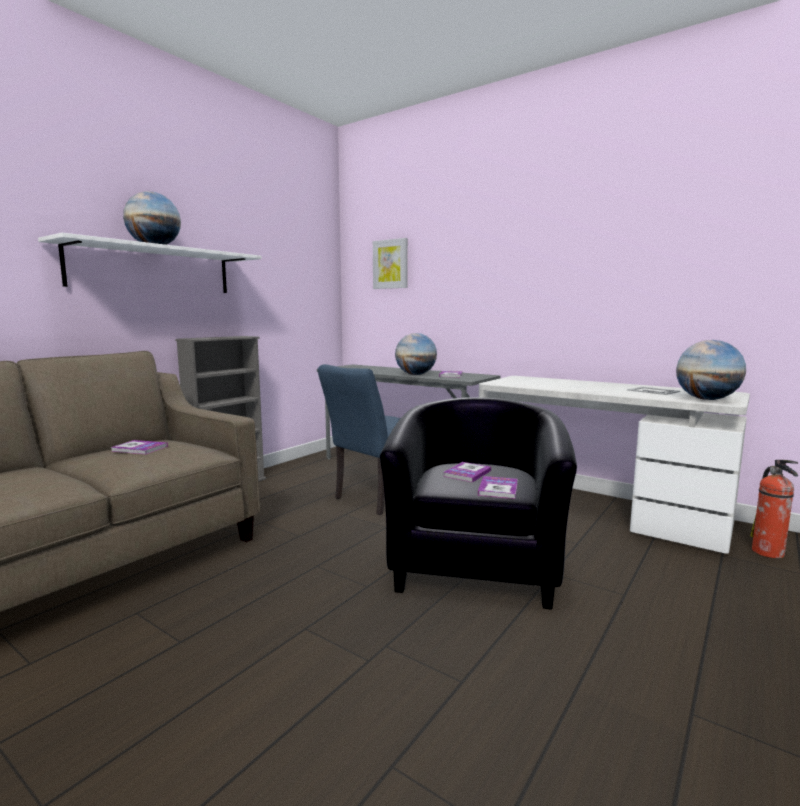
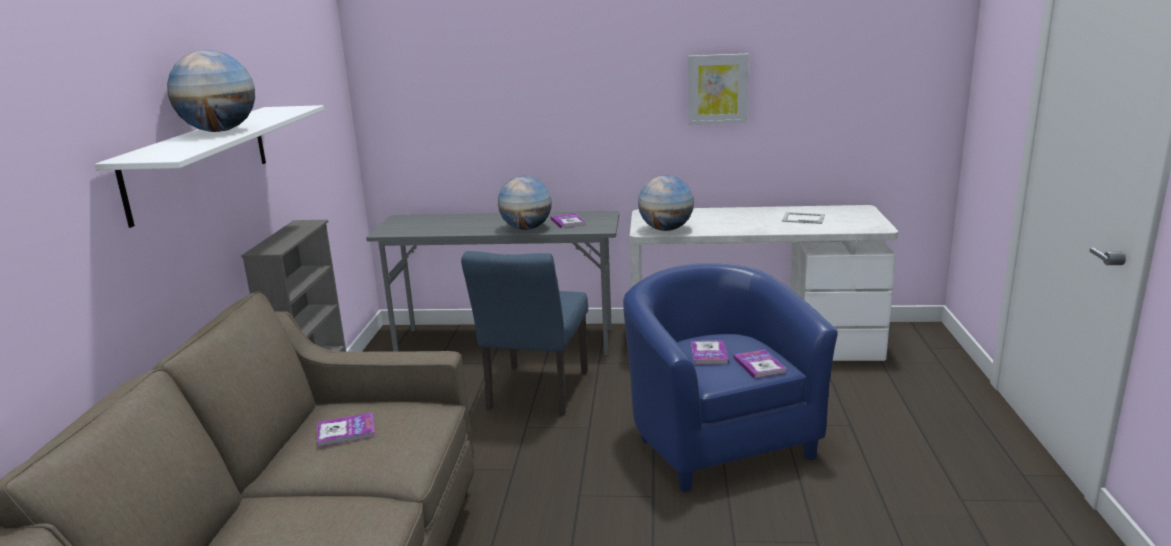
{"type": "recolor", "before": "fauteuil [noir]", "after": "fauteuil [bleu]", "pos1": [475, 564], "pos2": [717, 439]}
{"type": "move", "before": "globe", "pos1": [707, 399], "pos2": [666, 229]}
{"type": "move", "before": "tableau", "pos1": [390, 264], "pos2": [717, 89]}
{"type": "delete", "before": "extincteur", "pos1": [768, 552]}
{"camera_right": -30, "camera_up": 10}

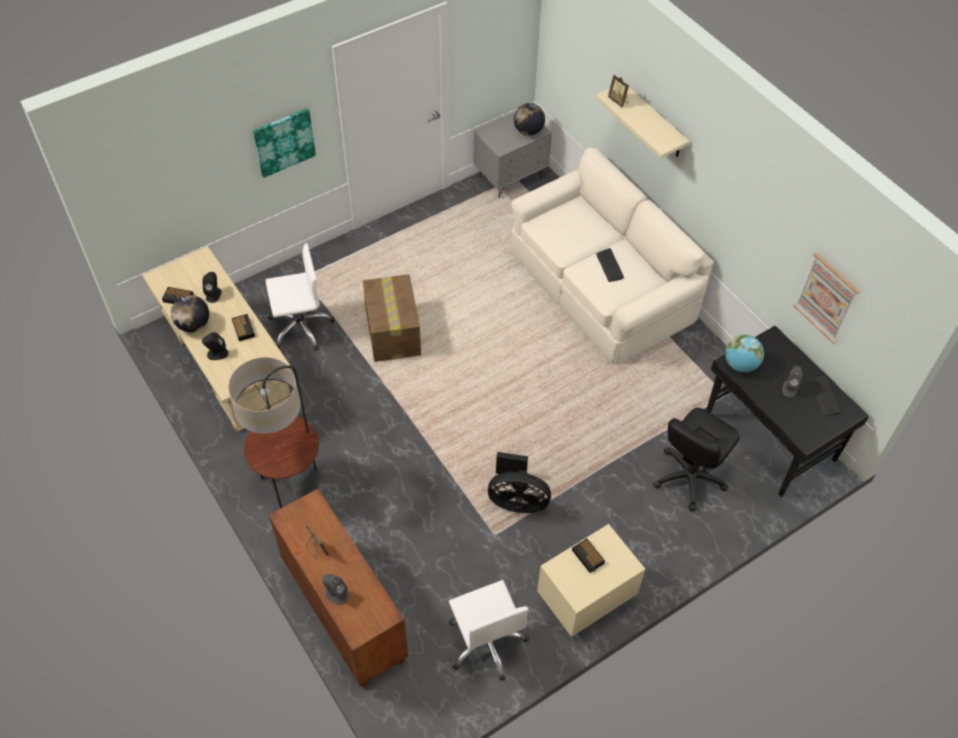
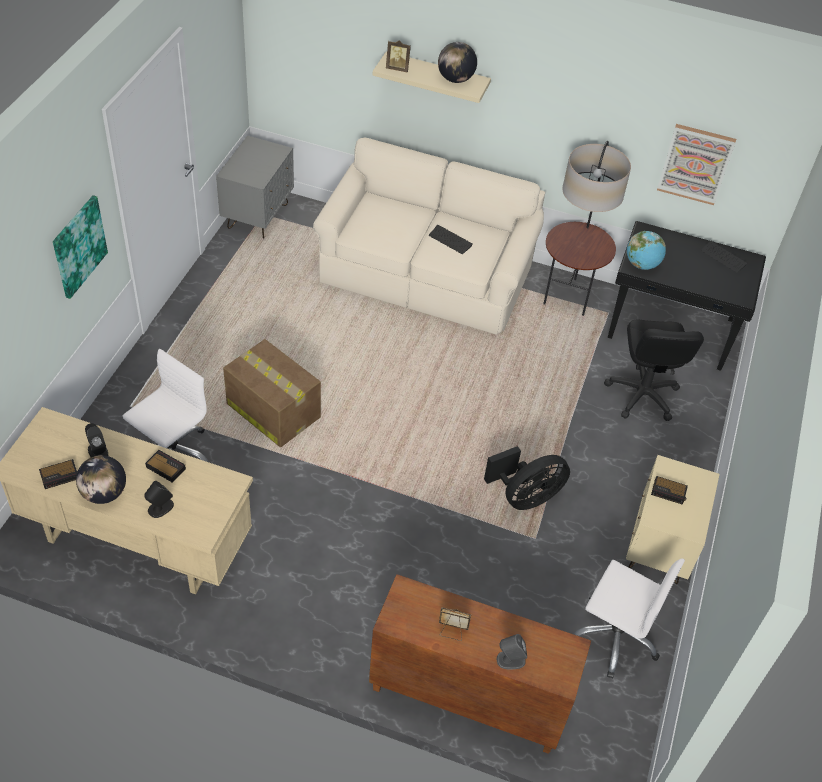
{"type": "move", "before": "globe", "pos1": [528, 131], "pos2": [455, 79]}
{"type": "move", "before": "lampadaire", "pos1": [291, 483], "pos2": [568, 296]}
{"type": "delete", "before": "enceinte [gris]", "pos1": [790, 388]}
{"camera_right": -40, "camera_up": -5}

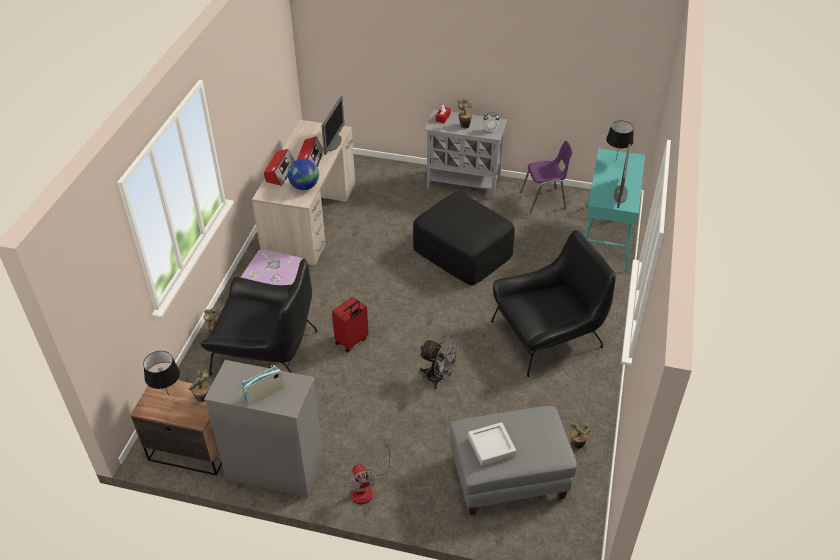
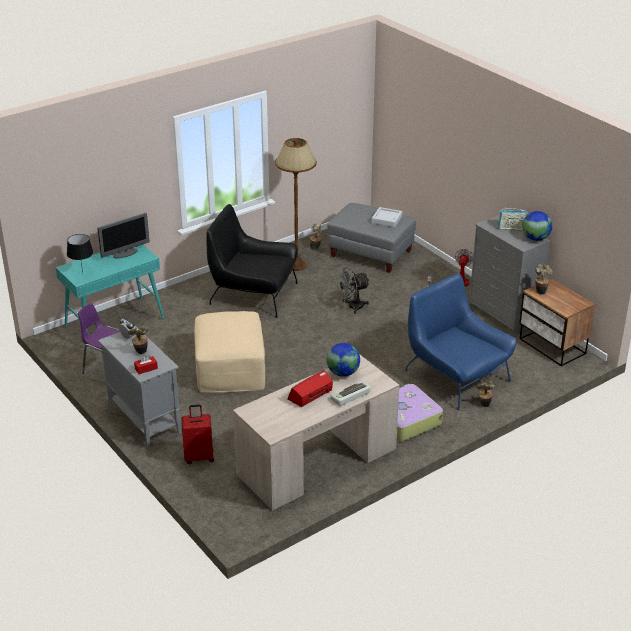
{"type": "move", "before": "valise [rouge]", "pos1": [352, 341], "pos2": [199, 457]}
{"type": "recolor", "before": "pouf [noir]", "after": "pouf [beige]", "pos1": [463, 251], "pos2": [229, 367]}
{"type": "insert", "after": "lampadaire [marron]", "pos2": [296, 265]}
{"type": "replace", "before": "radio", "after": "clavier", "pos1": [280, 172], "pos2": [350, 396]}
{"type": "rotate", "before": "ventilateur [gris]", "pos1": [439, 378], "pos2": [352, 307], "turn": -90}
{"type": "recolor", "before": "fauteuil [noir]", "after": "fauteuil [bleu]", "pos1": [266, 351], "pos2": [455, 376]}
{"type": "insert", "after": "globe", "pos2": [535, 238]}
{"type": "delete", "before": "lampe de table [noir]", "pos1": [168, 395]}
{"type": "delete", "before": "écran d'ordinateur", "pos1": [334, 143]}
{"camera_right": -140, "camera_up": -10}

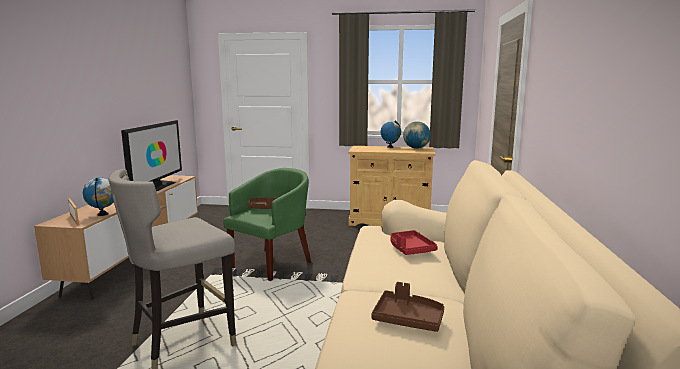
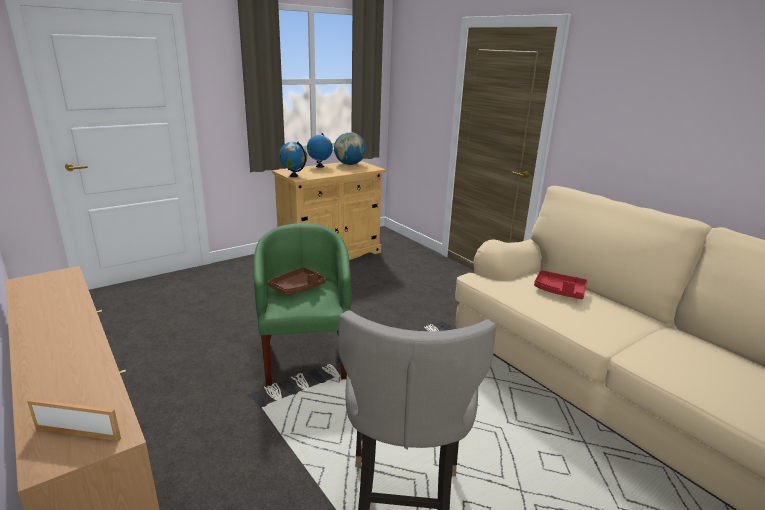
{"type": "move", "before": "globe", "pos1": [103, 214], "pos2": [294, 176]}
{"type": "delete", "before": "téléviseur", "pos1": [157, 187]}
{"type": "delete", "before": "plateau [marron]", "pos1": [408, 319]}
{"camera_right": -45, "camera_up": 10}

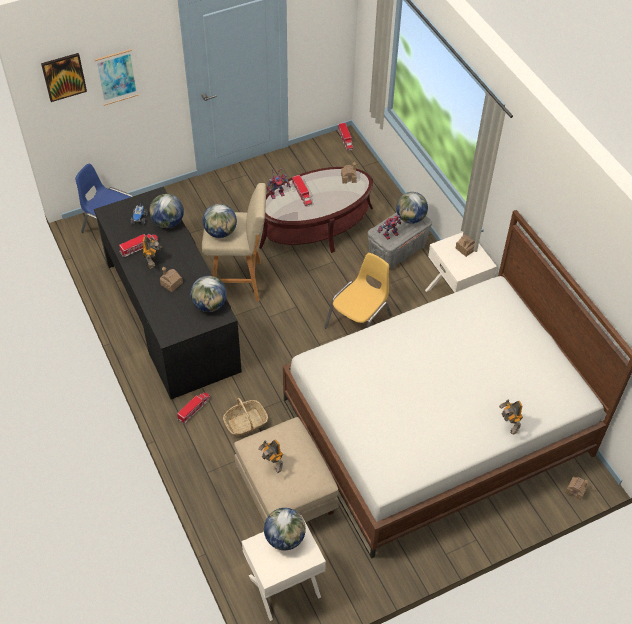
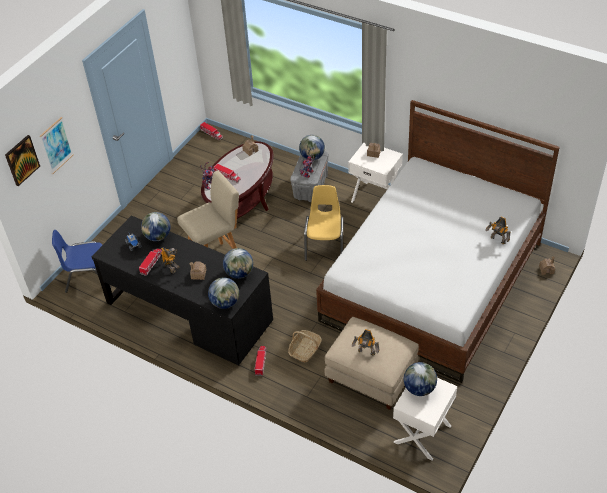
{"type": "move", "before": "globe", "pos1": [220, 232], "pos2": [225, 303]}
{"camera_right": -30, "camera_up": -5}

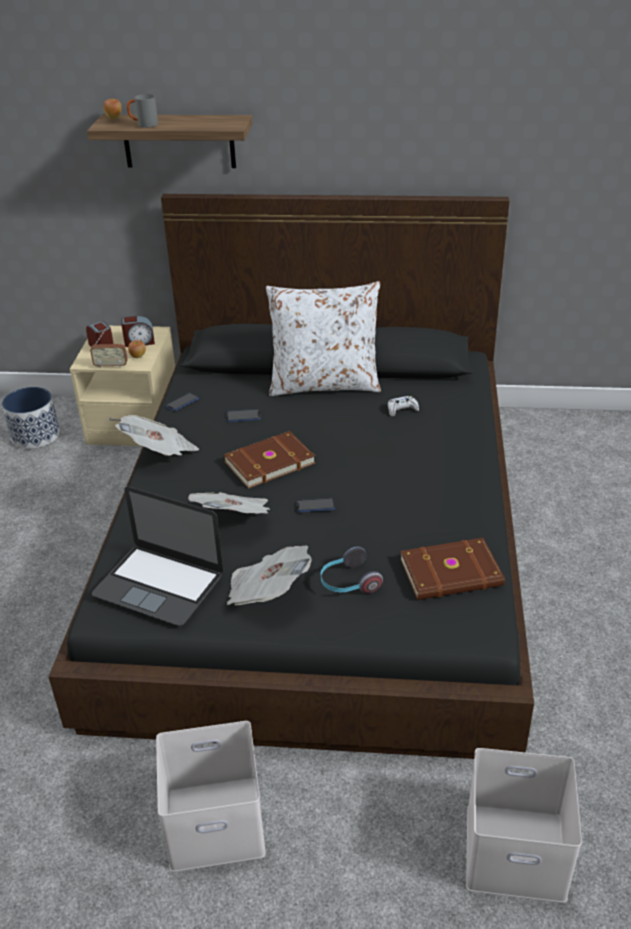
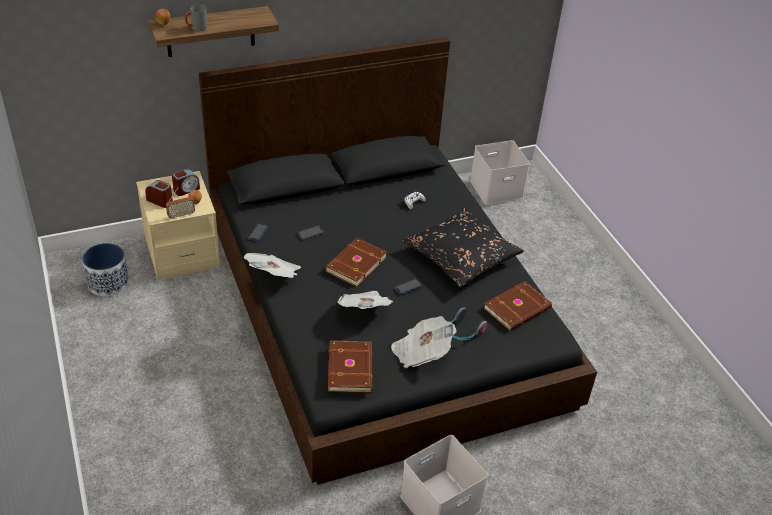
{"type": "replace", "before": "ordinateur portable", "after": "livre [marron]", "pos1": [159, 584], "pos2": [351, 368]}
{"type": "insert", "after": "coussin [noir]", "pos2": [461, 256]}
{"type": "move", "before": "boîte de rangement [blanc]", "pos1": [517, 849], "pos2": [497, 188]}
{"type": "delete", "before": "coussin [blanc]", "pos1": [324, 384]}
{"camera_right": -30, "camera_up": 5}

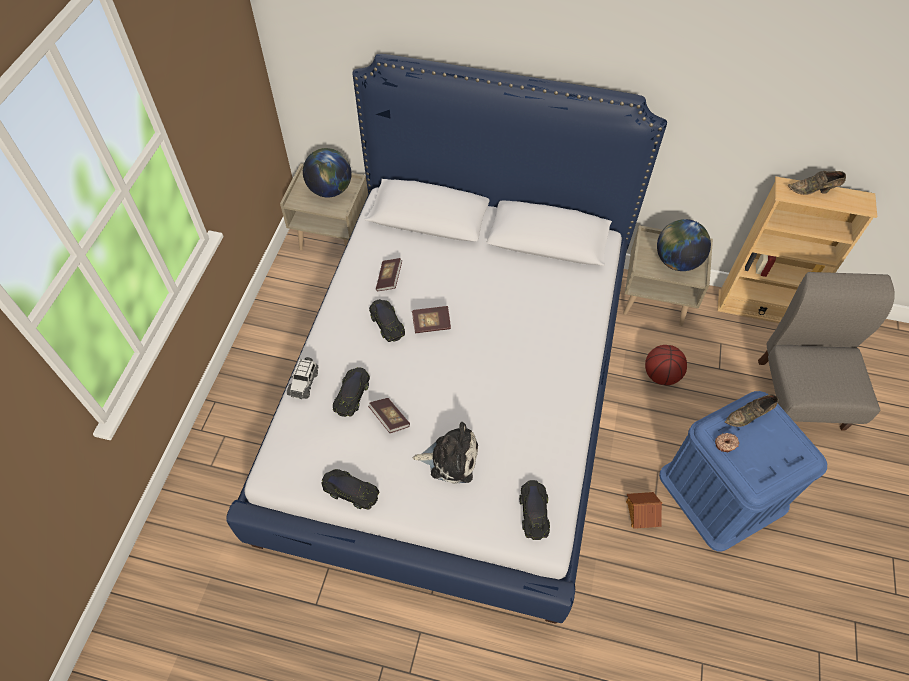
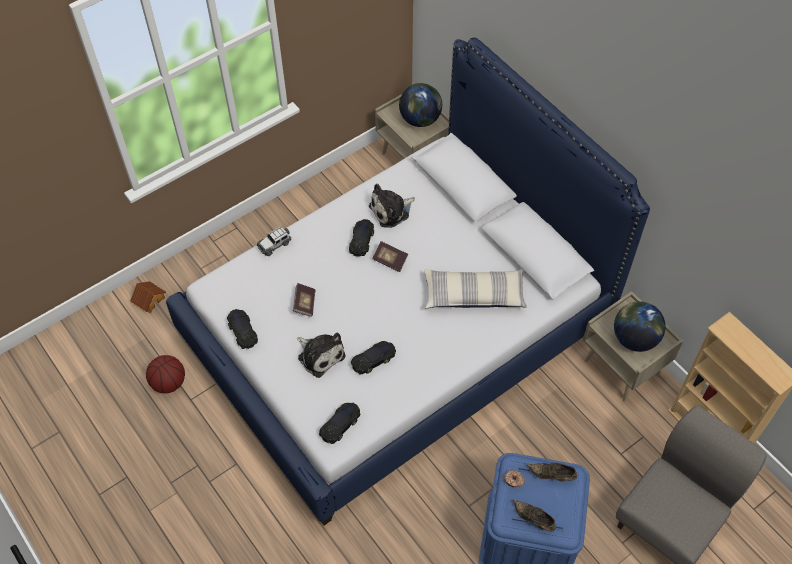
{"type": "move", "before": "maison miniature", "pos1": [641, 513], "pos2": [149, 300]}
{"type": "move", "before": "ballon de basket", "pos1": [661, 375], "pos2": [169, 383]}
{"type": "move", "before": "petite voiture [noir]", "pos1": [352, 394], "pos2": [373, 359]}
{"type": "replace", "before": "livre", "after": "peluche", "pos1": [389, 279], "pos2": [391, 211]}
{"type": "insert", "after": "coussin", "pos2": [474, 294]}
{"type": "move", "before": "chaussure [marron]", "pos1": [813, 191], "pos2": [533, 519]}
{"camera_right": 40, "camera_up": 0}

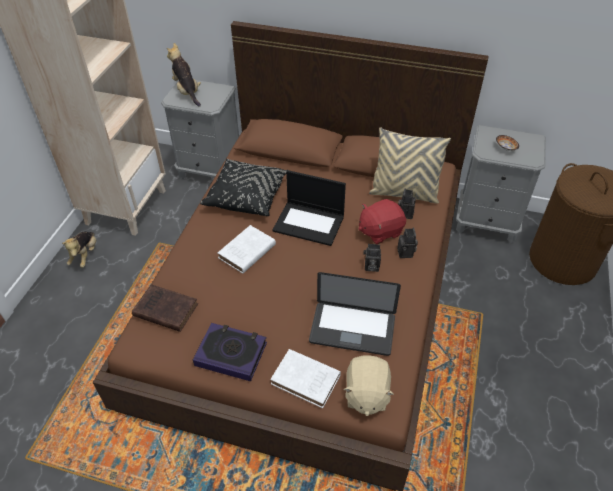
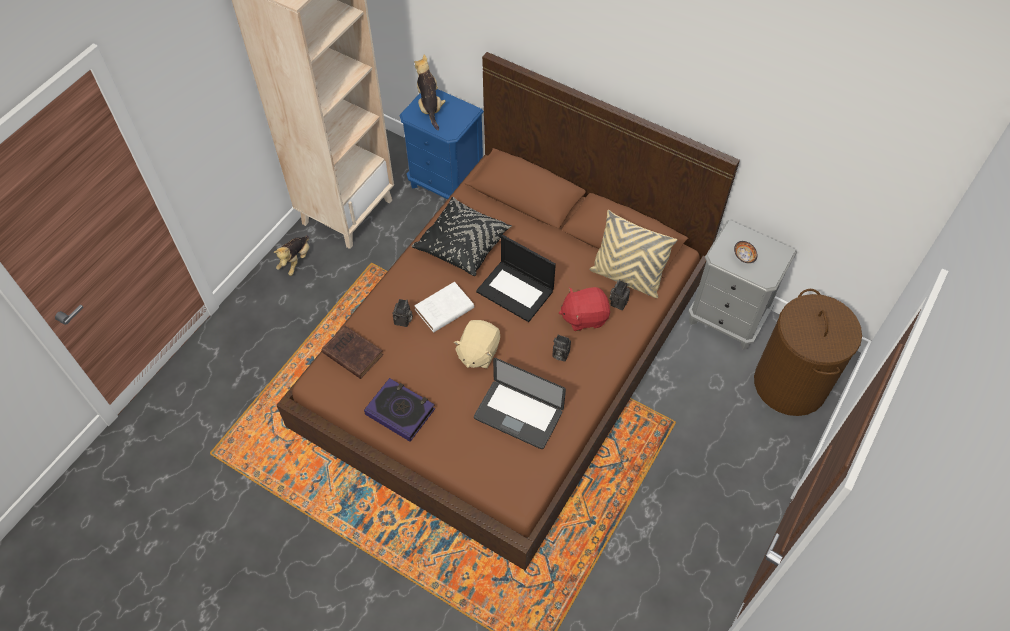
{"type": "move", "before": "appareil photo", "pos1": [406, 253], "pos2": [403, 321]}
{"type": "recolor", "before": "table de chevet [gris]", "after": "table de chevet [bleu]", "pos1": [210, 170], "pos2": [446, 183]}
{"type": "move", "before": "peluche [beige]", "pos1": [366, 394], "pos2": [478, 352]}
{"type": "delete", "before": "livre [blanc]", "pos1": [307, 380]}
{"camera_right": 15, "camera_up": 10}

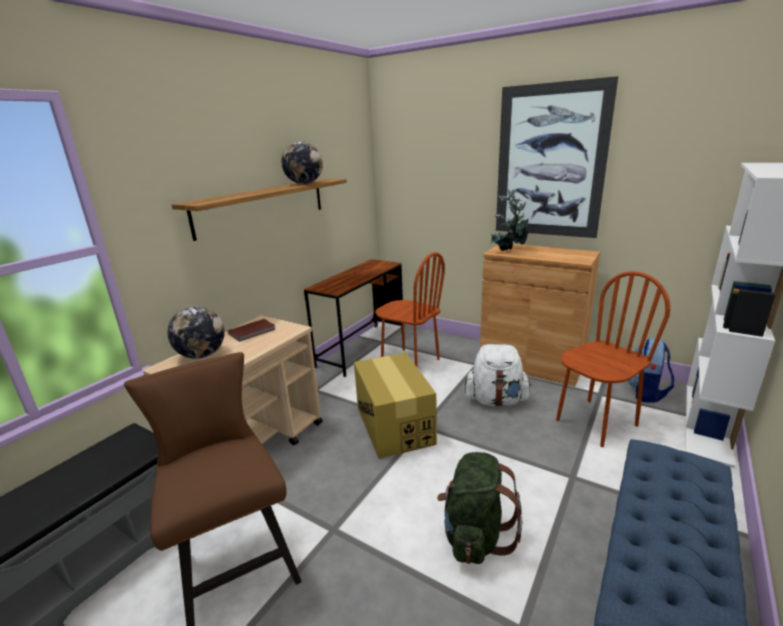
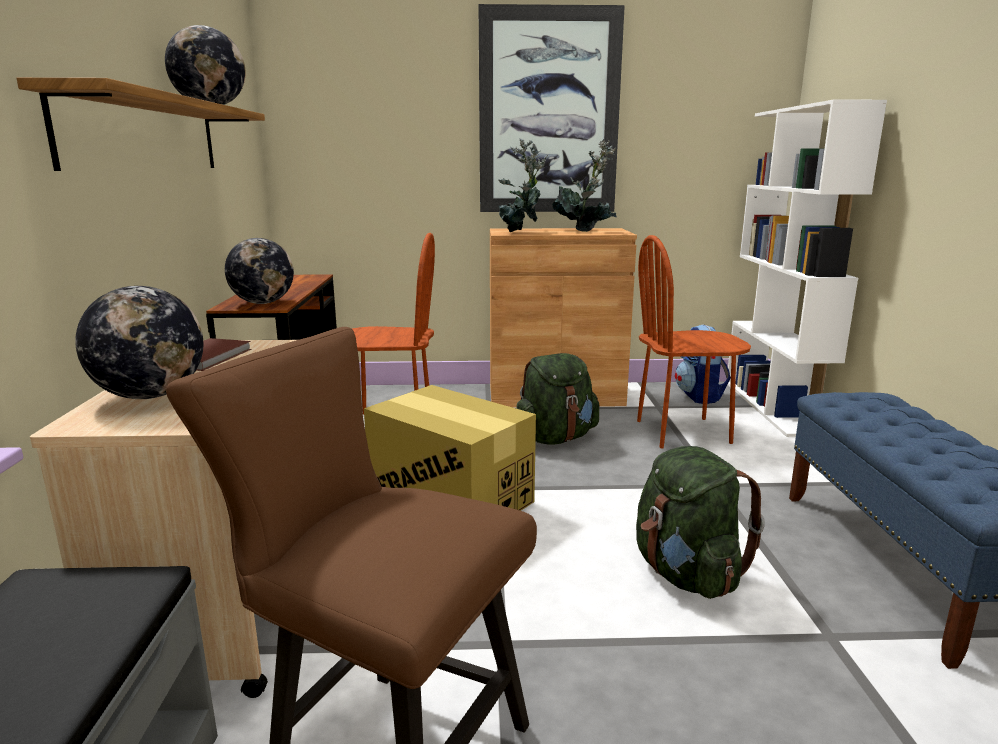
{"type": "insert", "after": "globe", "pos2": [263, 303]}
{"type": "recolor", "before": "sac à dos [blanc]", "after": "sac à dos [vert]", "pos1": [496, 400], "pos2": [555, 438]}
{"type": "insert", "after": "plante en pot", "pos2": [585, 230]}
{"type": "rotate", "before": "chaise [marron]", "pos1": [595, 422], "pos2": [683, 432], "turn": -120}
{"camera_right": -35, "camera_up": -5}

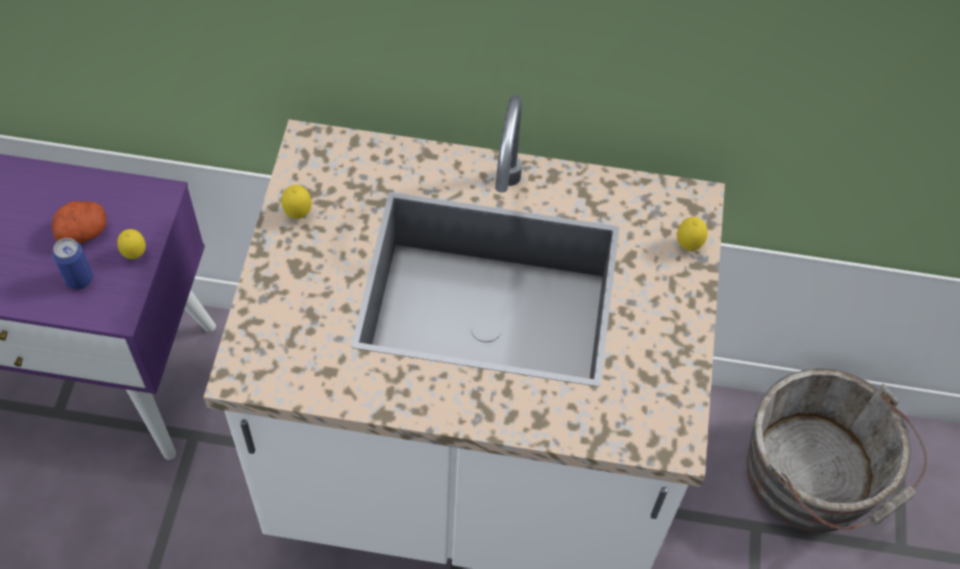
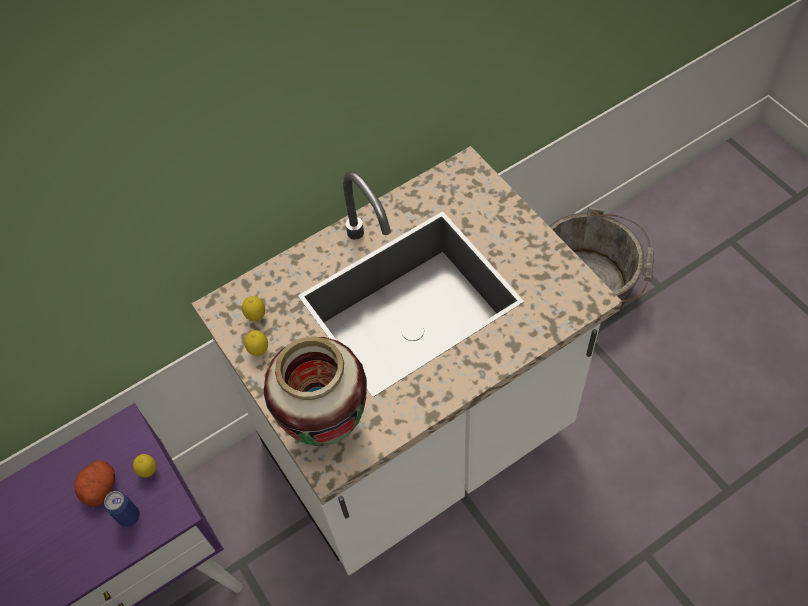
{"type": "move", "before": "citron", "pos1": [688, 246], "pos2": [256, 317]}
{"type": "insert", "after": "vase", "pos2": [327, 426]}
{"camera_right": -35, "camera_up": 0}

